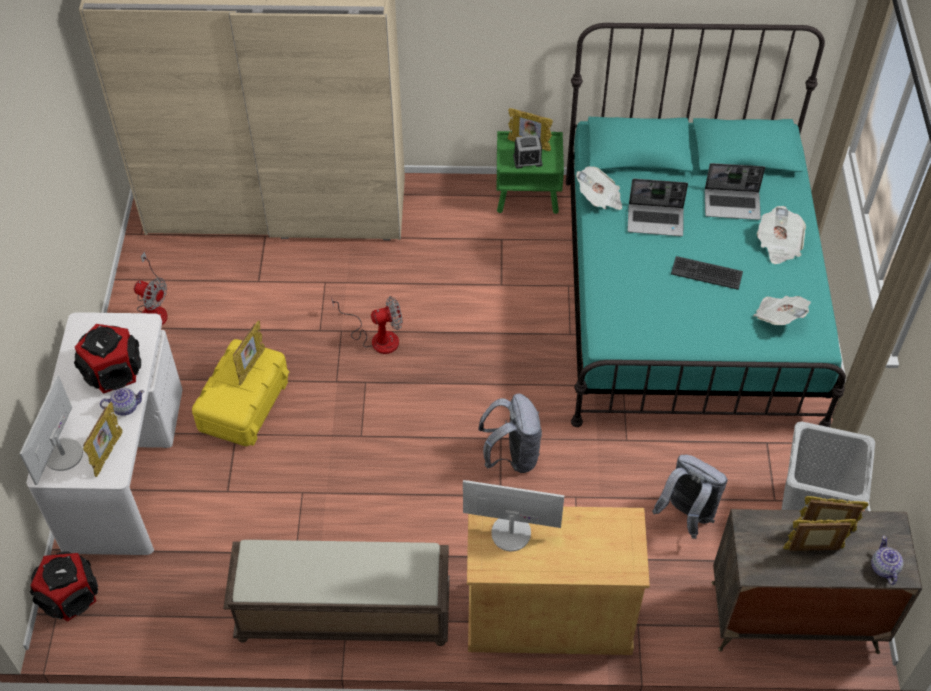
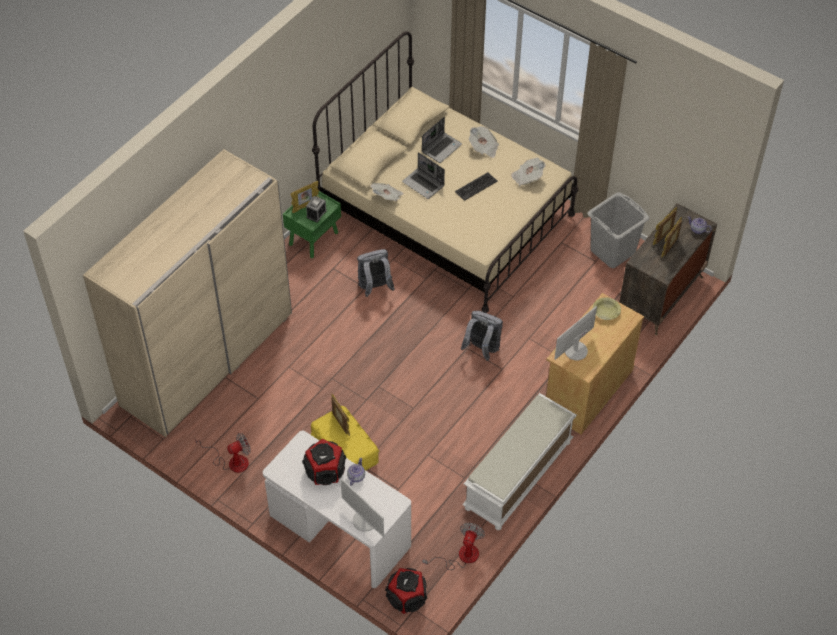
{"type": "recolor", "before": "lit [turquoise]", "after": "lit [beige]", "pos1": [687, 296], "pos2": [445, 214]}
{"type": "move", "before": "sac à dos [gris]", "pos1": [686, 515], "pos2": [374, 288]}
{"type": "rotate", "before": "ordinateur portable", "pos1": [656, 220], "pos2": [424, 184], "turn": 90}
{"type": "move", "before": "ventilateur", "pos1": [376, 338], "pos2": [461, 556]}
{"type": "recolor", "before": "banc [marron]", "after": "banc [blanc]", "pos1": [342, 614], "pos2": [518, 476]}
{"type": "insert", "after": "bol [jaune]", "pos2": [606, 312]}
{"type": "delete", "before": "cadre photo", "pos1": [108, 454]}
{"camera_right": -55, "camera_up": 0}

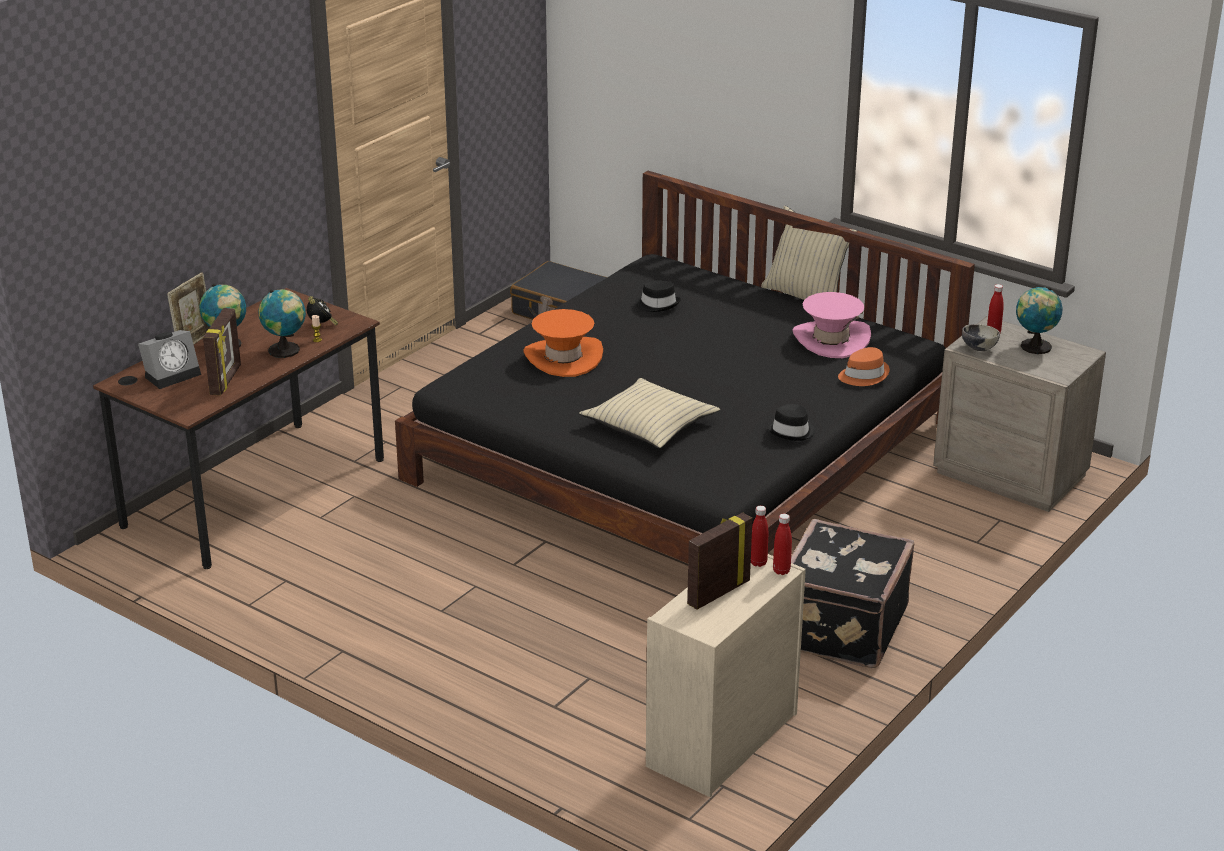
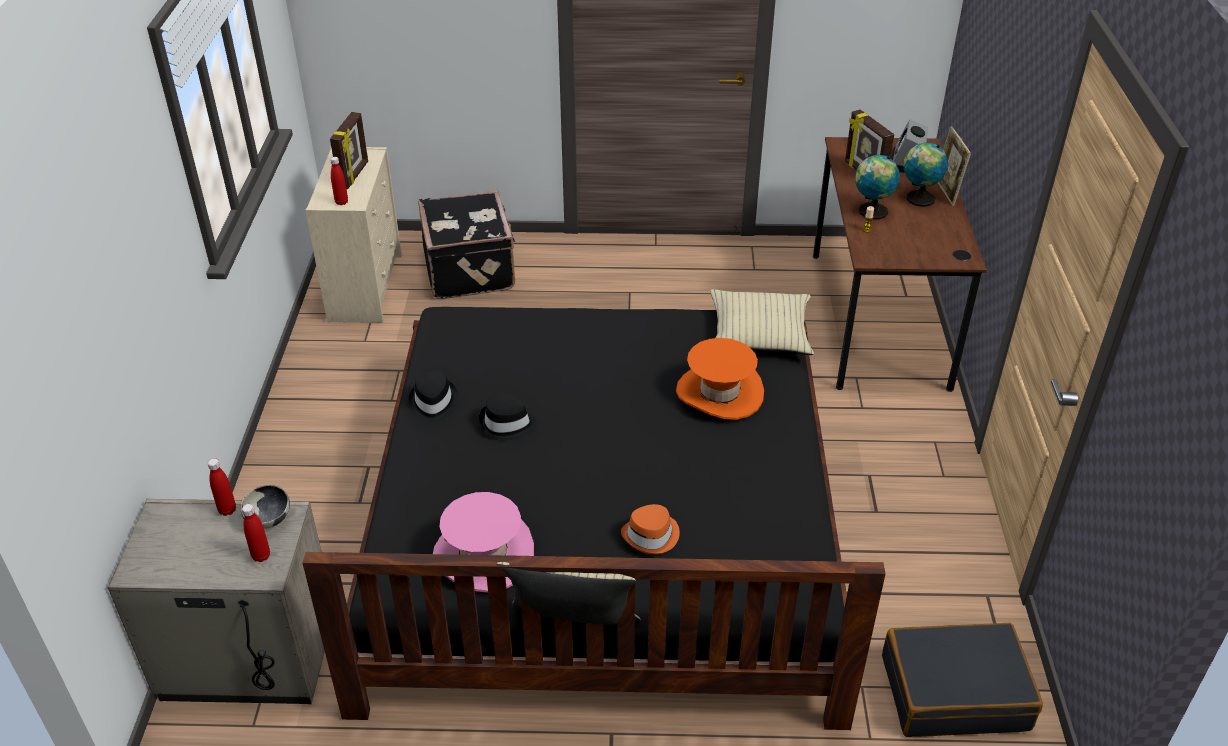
{"type": "move", "before": "bouteille [rouge]", "pos1": [781, 571], "pos2": [227, 510]}
{"type": "move", "before": "valise [noir]", "pos1": [838, 627], "pos2": [471, 270]}
{"type": "move", "before": "chapeau [noir]", "pos1": [657, 304], "pos2": [507, 424]}
{"type": "move", "before": "chapeau [orange]", "pos1": [863, 375], "pos2": [651, 536]}
{"type": "move", "before": "coussin [beige]", "pos1": [649, 425], "pos2": [759, 333]}
{"type": "delete", "before": "réveil", "pos1": [322, 325]}
{"type": "delete", "before": "globe", "pos1": [1034, 347]}
{"camera_right": 145, "camera_up": 10}

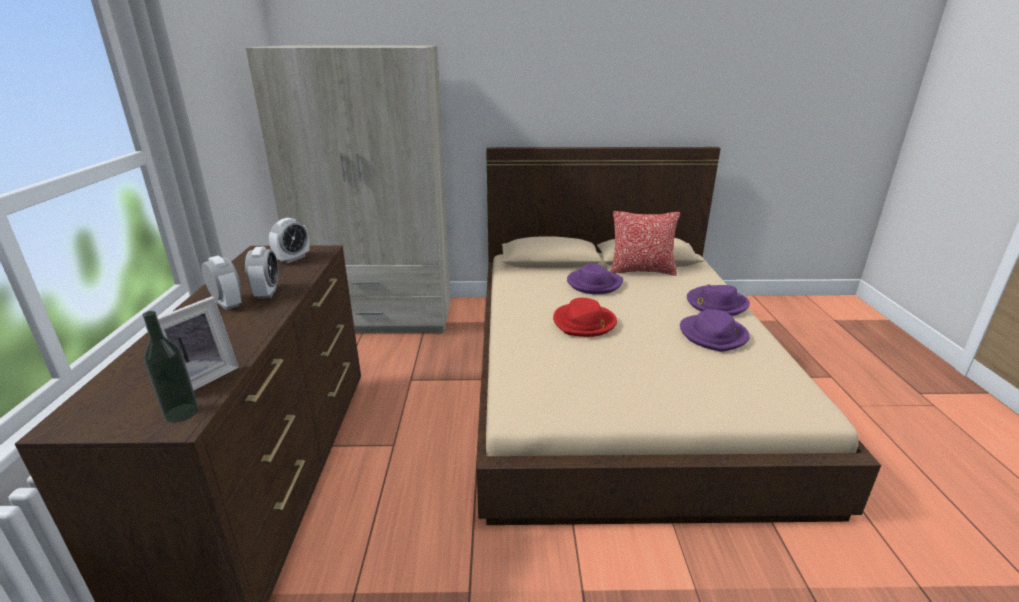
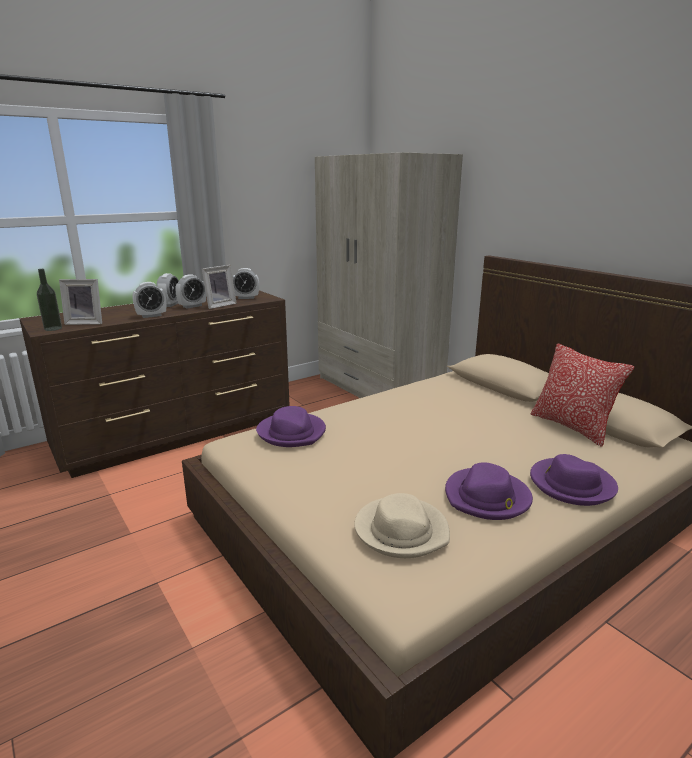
{"type": "insert", "after": "réveil", "pos2": [151, 316]}
{"type": "insert", "after": "cadre photo", "pos2": [219, 305]}
{"type": "move", "before": "chapeau [violet]", "pos1": [594, 284], "pos2": [292, 432]}
{"type": "insert", "after": "chapeau [beige]", "pos2": [401, 530]}
{"type": "delete", "before": "chapeau [rouge]", "pos1": [584, 323]}
{"camera_right": 55, "camera_up": -5}

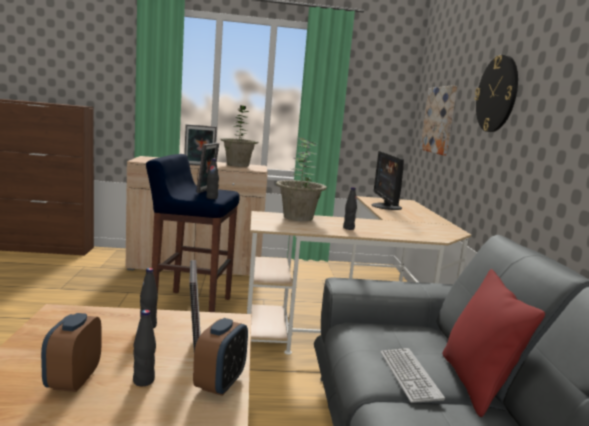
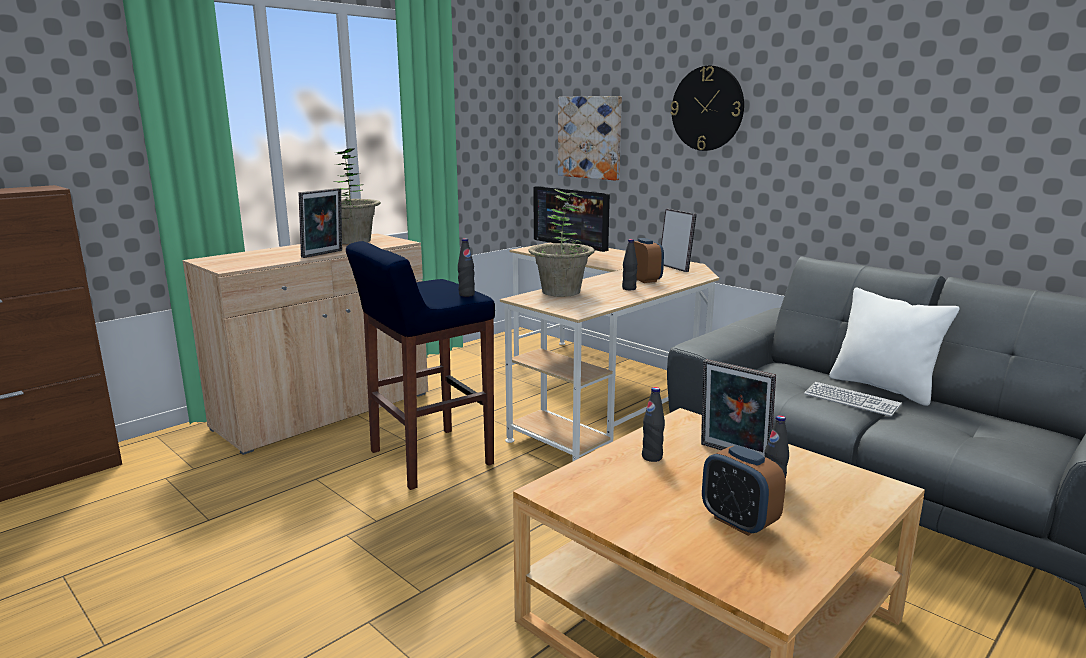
{"type": "move", "before": "réveil", "pos1": [220, 383], "pos2": [644, 280]}
{"type": "move", "before": "cadre photo", "pos1": [207, 190], "pos2": [675, 267]}
{"type": "recolor", "before": "coussin [rouge]", "after": "coussin [blanc]", "pos1": [476, 384], "pos2": [883, 388]}
{"camera_right": -40, "camera_up": 5}

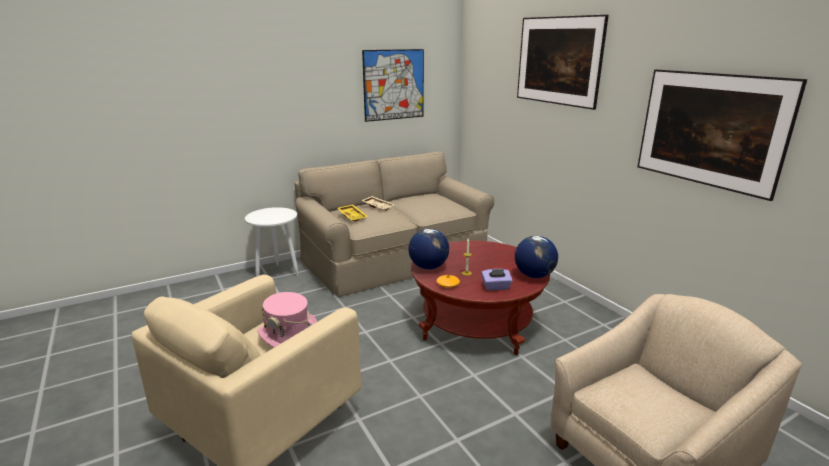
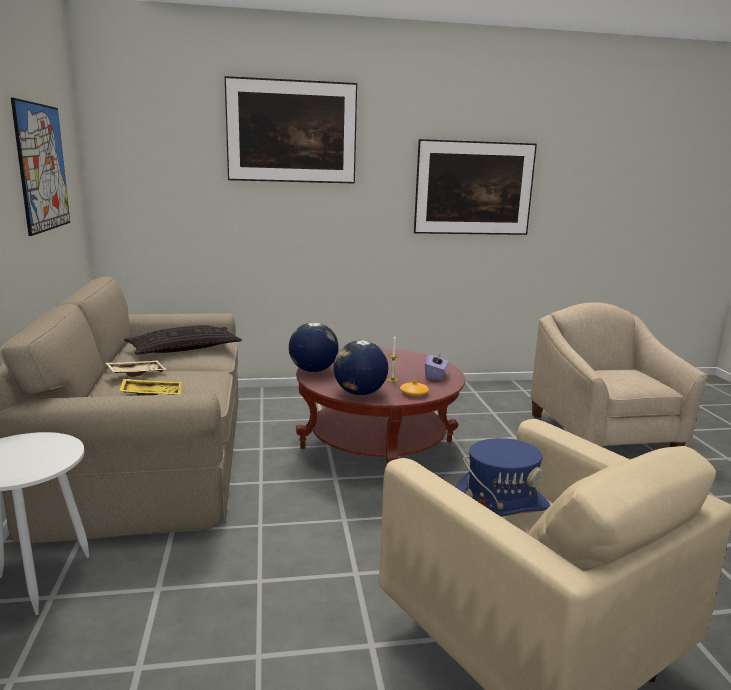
{"type": "insert", "after": "coussin", "pos2": [184, 348]}
{"type": "move", "before": "globe", "pos1": [534, 275], "pos2": [313, 370]}
{"type": "recolor", "before": "chapeau [rose]", "after": "chapeau [bleu]", "pos1": [289, 336], "pos2": [500, 504]}
{"camera_right": -70, "camera_up": -5}

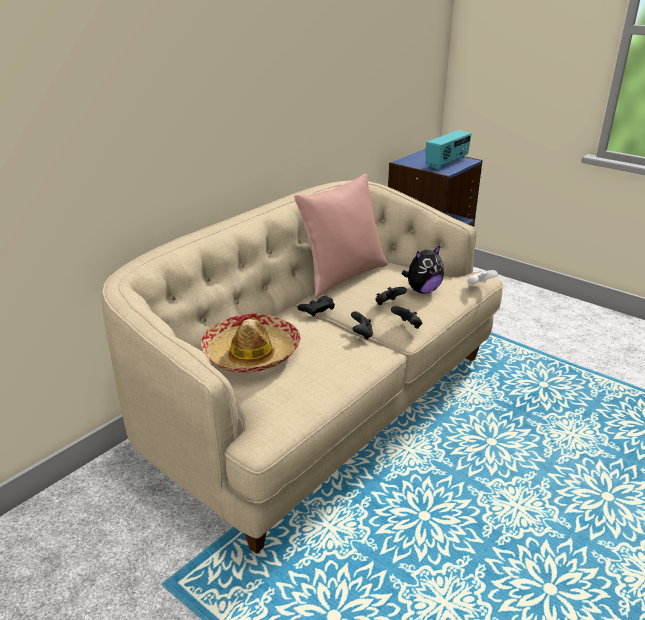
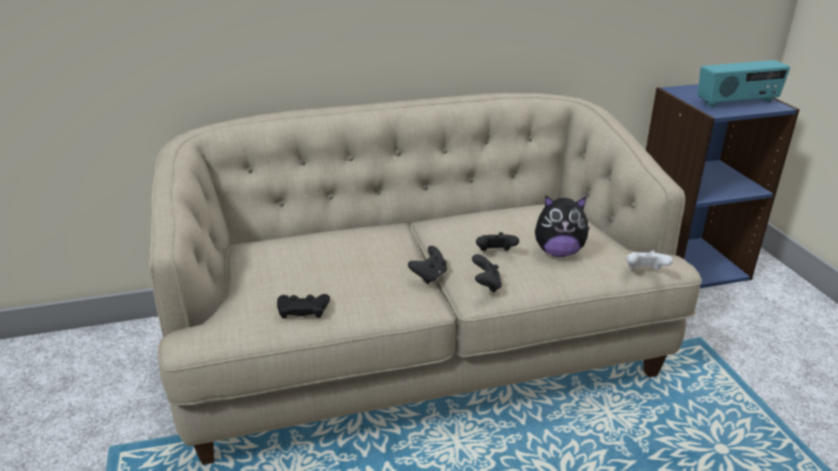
{"type": "move", "before": "manette [noir]", "pos1": [316, 309], "pos2": [303, 309]}
{"type": "delete", "before": "chapeau", "pos1": [251, 353]}
{"type": "delete", "before": "coussin [rose]", "pos1": [342, 276]}
{"camera_right": 35, "camera_up": 0}

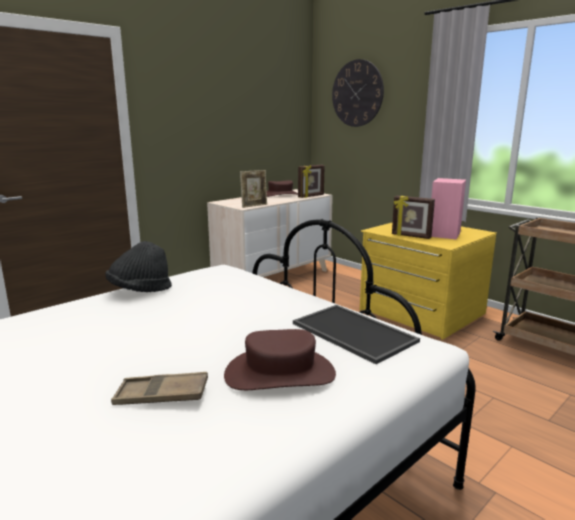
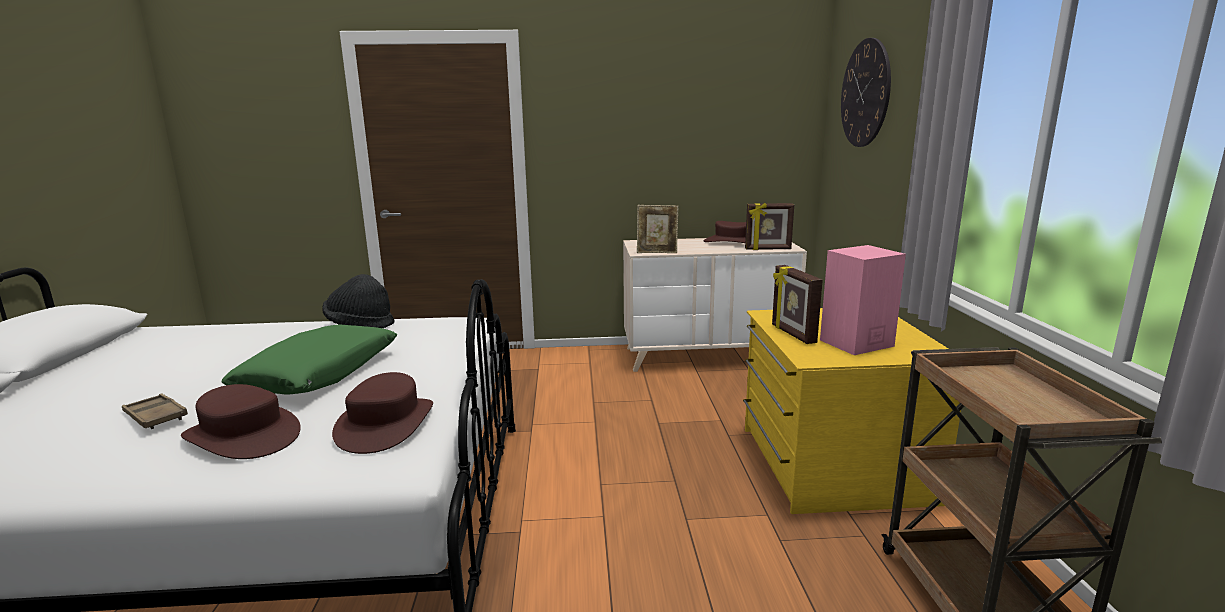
{"type": "insert", "after": "coussin [vert]", "pos2": [319, 374]}
{"type": "replace", "before": "plateau", "after": "chapeau [marron]", "pos1": [351, 332], "pos2": [385, 424]}
{"camera_right": 40, "camera_up": 0}

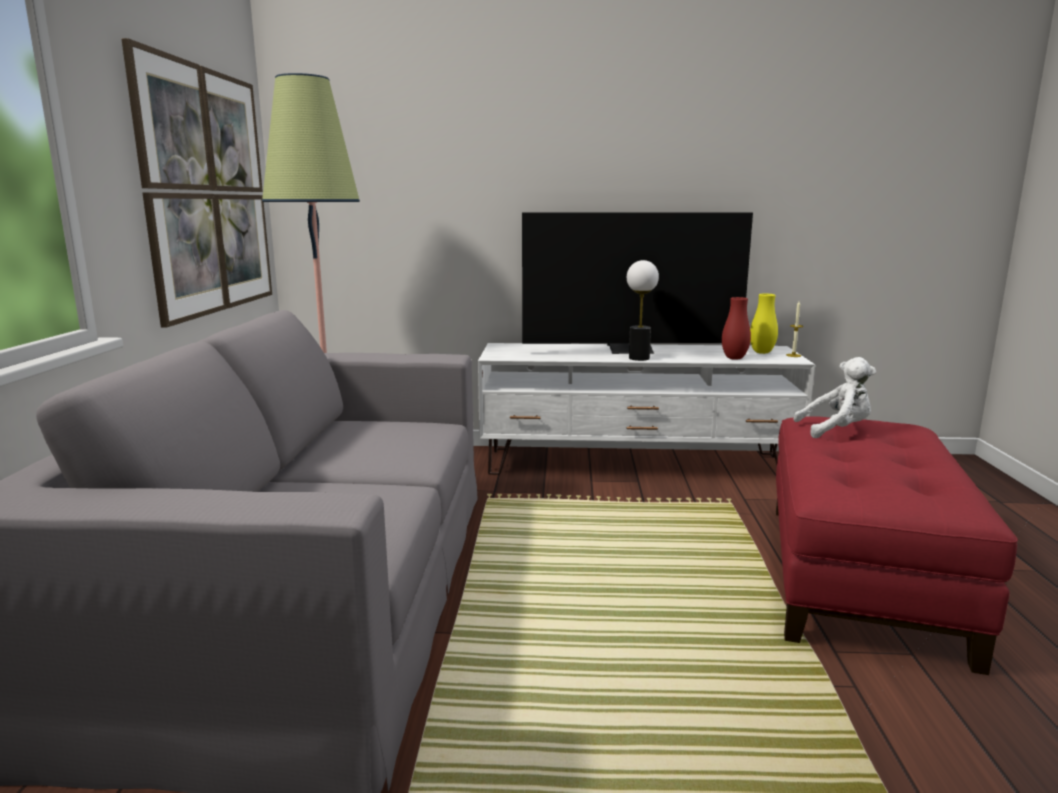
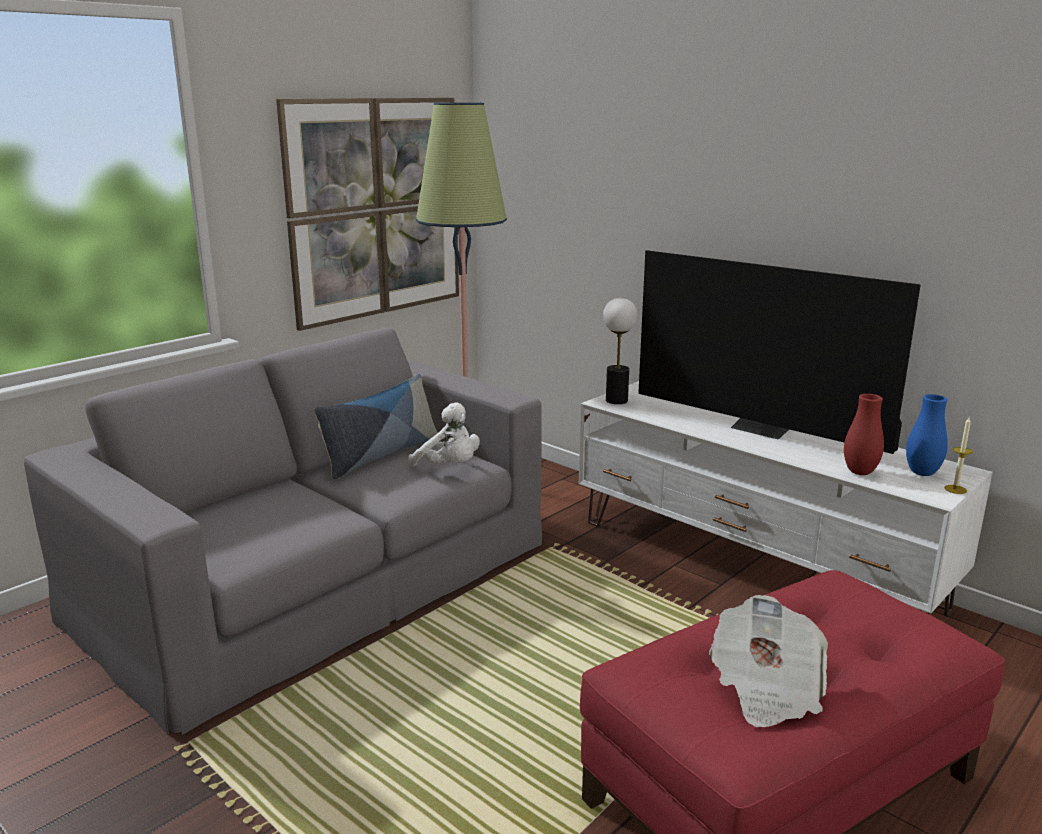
{"type": "insert", "after": "coussin", "pos2": [380, 455]}
{"type": "move", "before": "peluche [blanc]", "pos1": [836, 430], "pos2": [449, 467]}
{"type": "move", "before": "lampe de table", "pos1": [639, 358], "pos2": [617, 400]}
{"type": "insert", "after": "journal", "pos2": [765, 688]}
{"type": "recolor", "before": "vase [jaune]", "after": "vase [bleu]", "pos1": [762, 352], "pos2": [922, 473]}
{"camera_right": 40, "camera_up": 5}

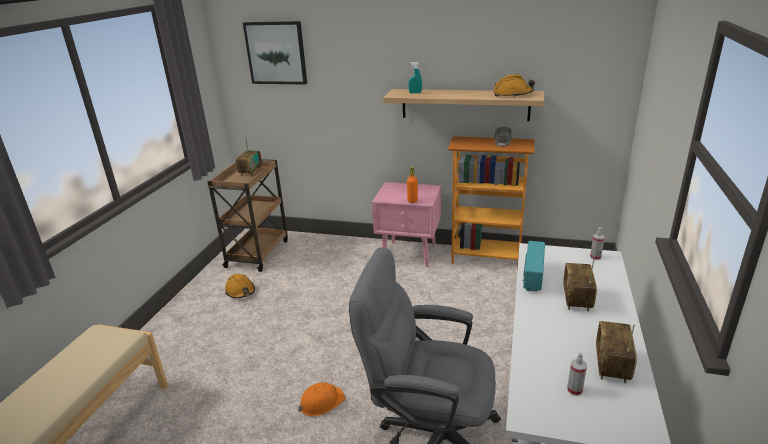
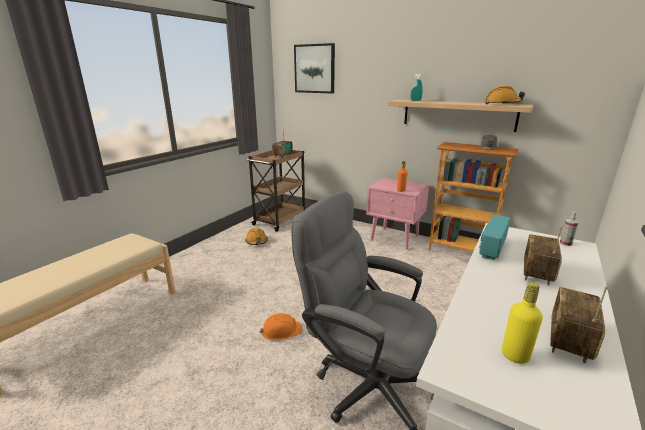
{"type": "replace", "before": "vaporisateur", "after": "bouteille [jaune]", "pos1": [574, 390], "pos2": [515, 356]}
{"camera_right": 15, "camera_up": -5}

